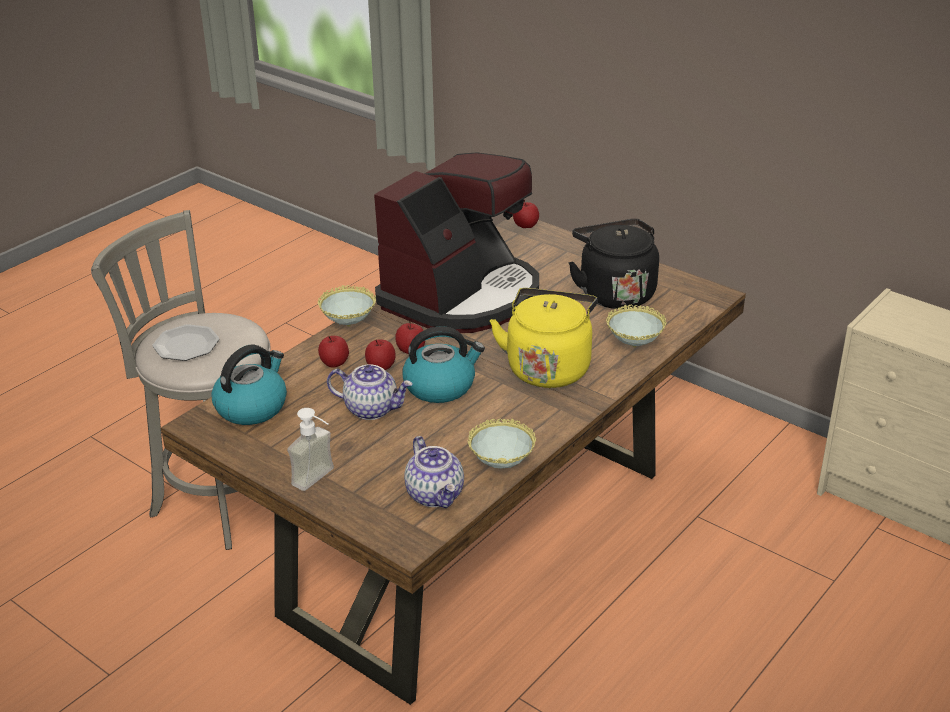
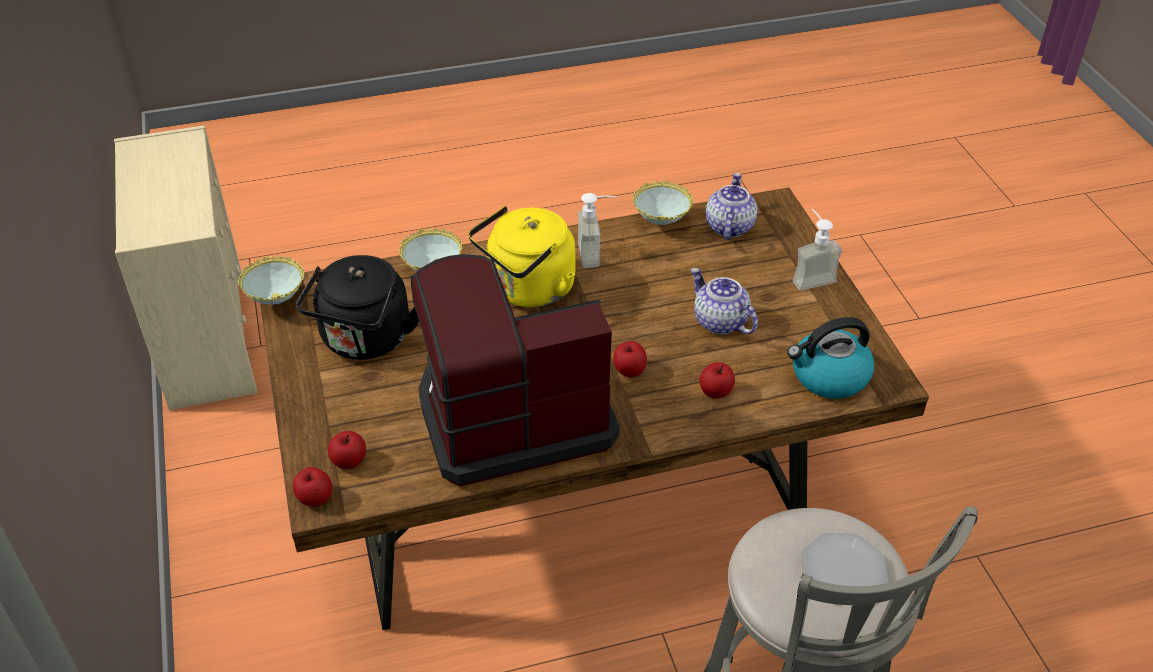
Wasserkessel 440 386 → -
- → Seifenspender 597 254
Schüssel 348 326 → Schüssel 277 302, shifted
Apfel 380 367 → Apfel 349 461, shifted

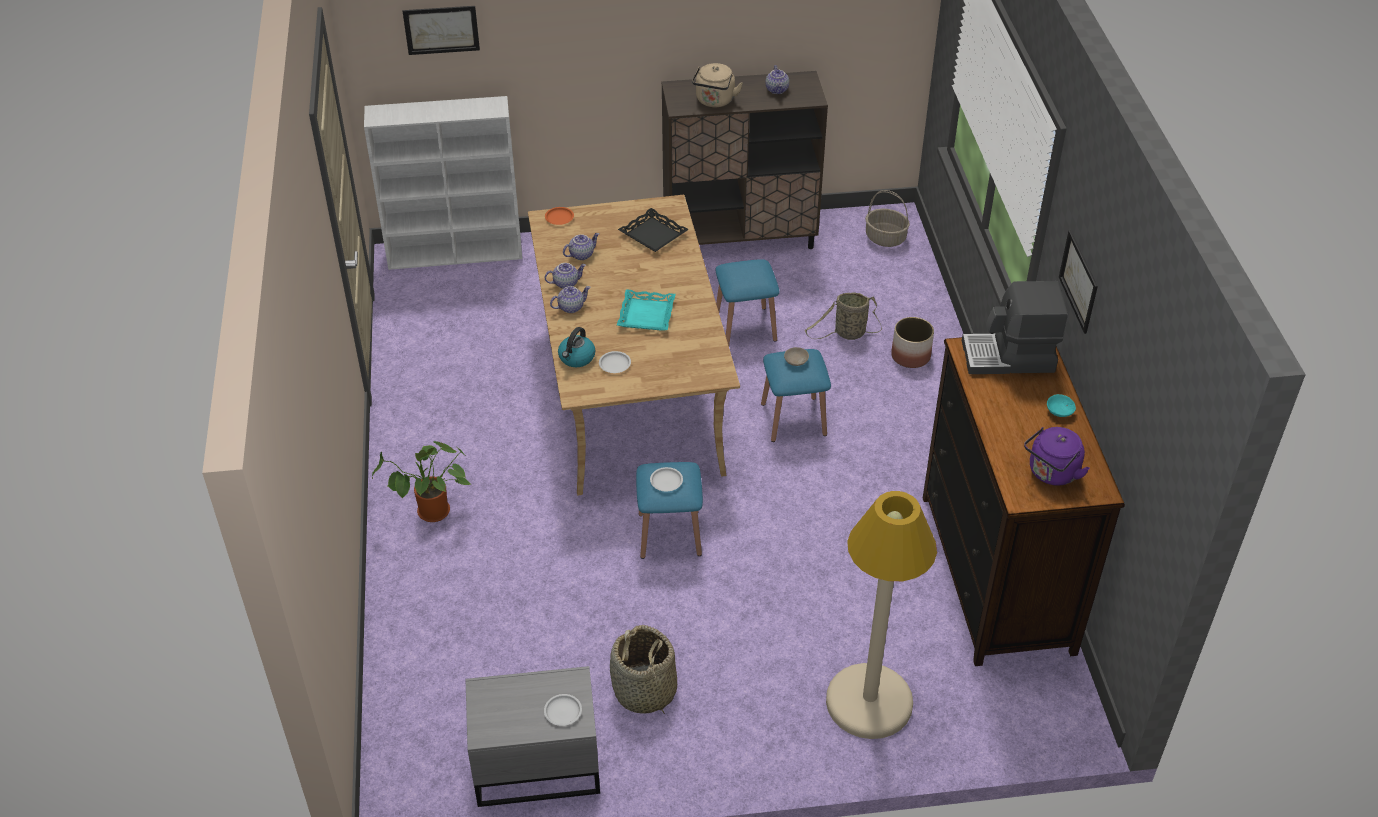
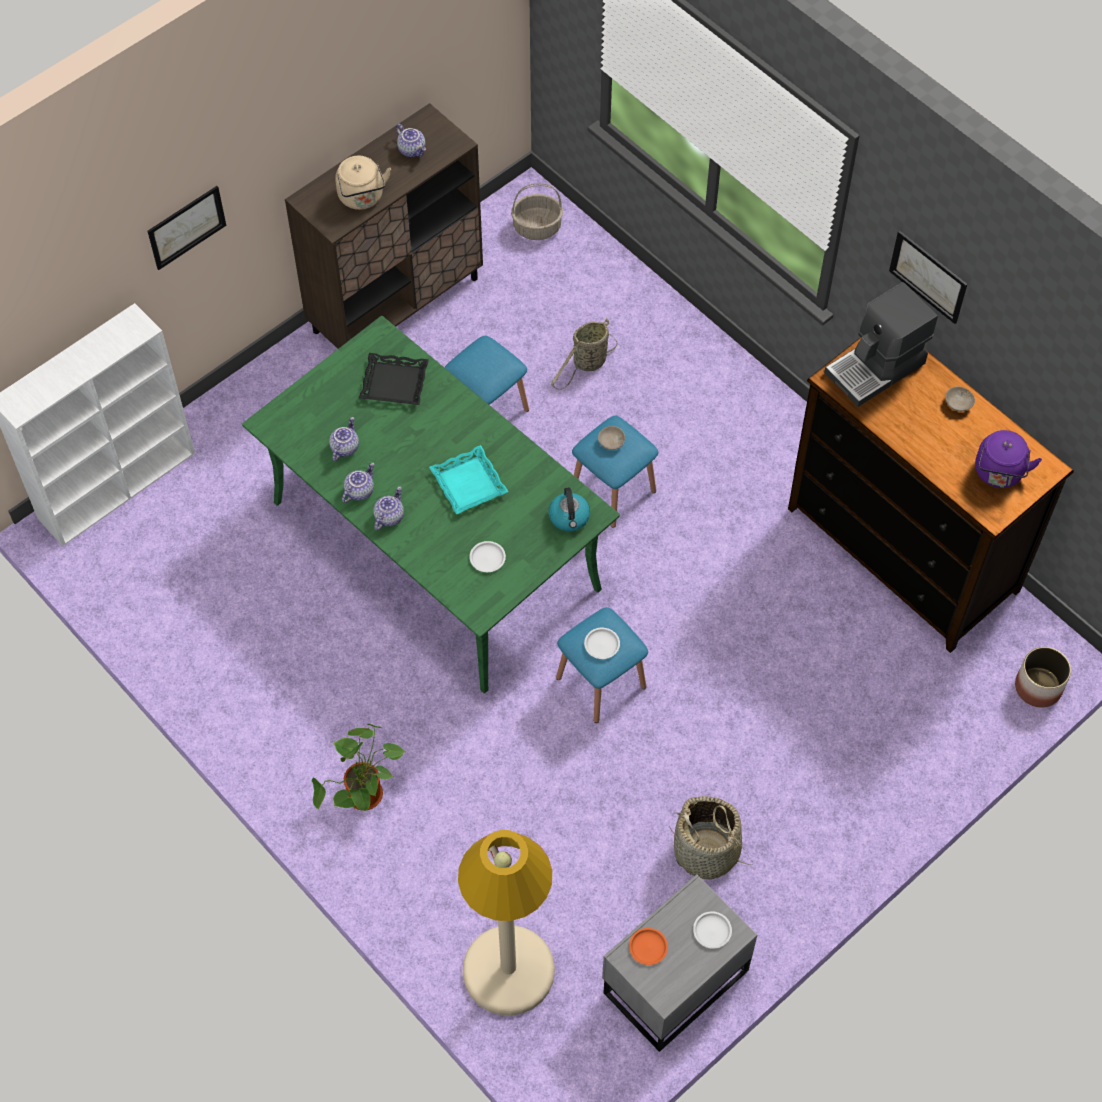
Bild 441 29 → Bild 186 227, shifted
Teller/orange 559 218 → Teller/orange 648 947, shifted
Wasserkessel 576 358 → Wasserkessel 569 517, shifted
Stehlampe/beige 869 702 → Stehlampe/beige 508 970, shifted
Pflanzkübel 910 356 → Pflanzkübel 1038 687, shifted
Esstisch/beige 629 388 → Esstisch/grün 434 546
Schüssel/türkis 1058 411 → Schüssel/beige 957 404

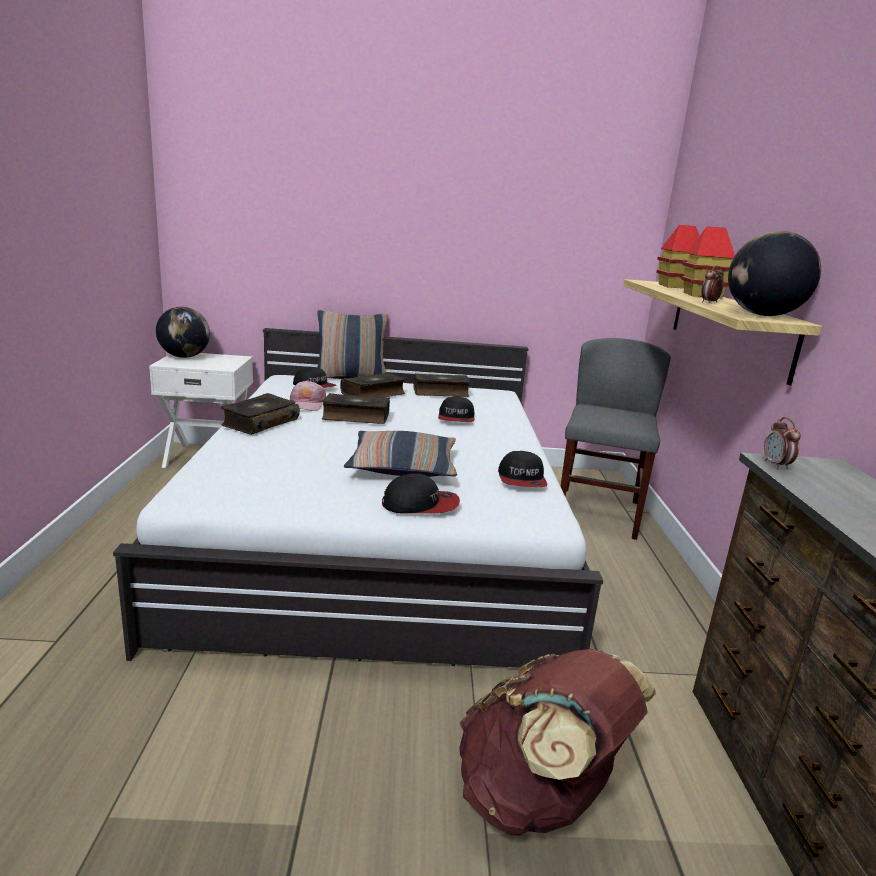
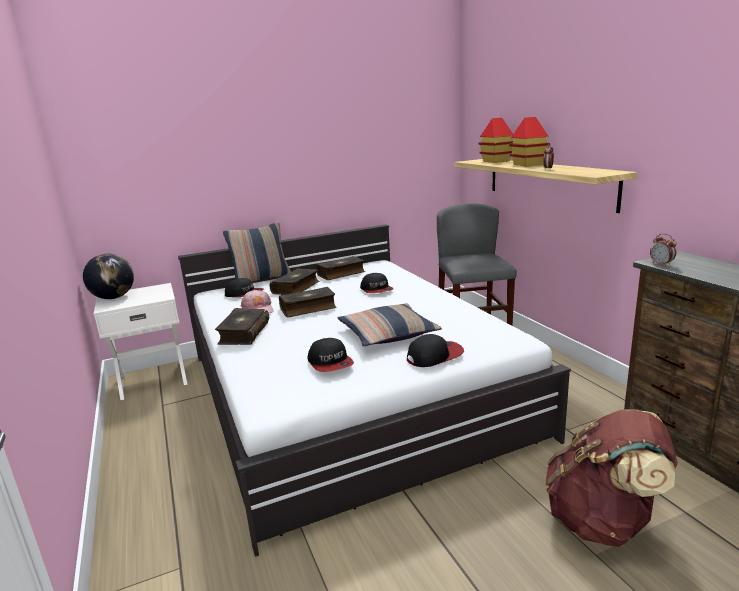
Globus 763 315 → -
Kappe 522 480 → Kappe 330 363, shifted

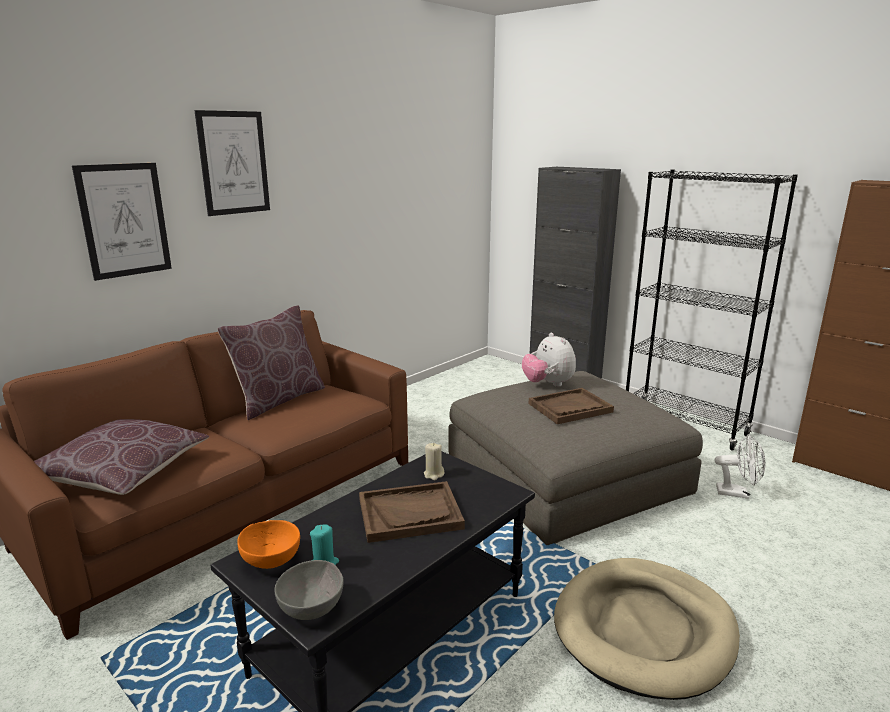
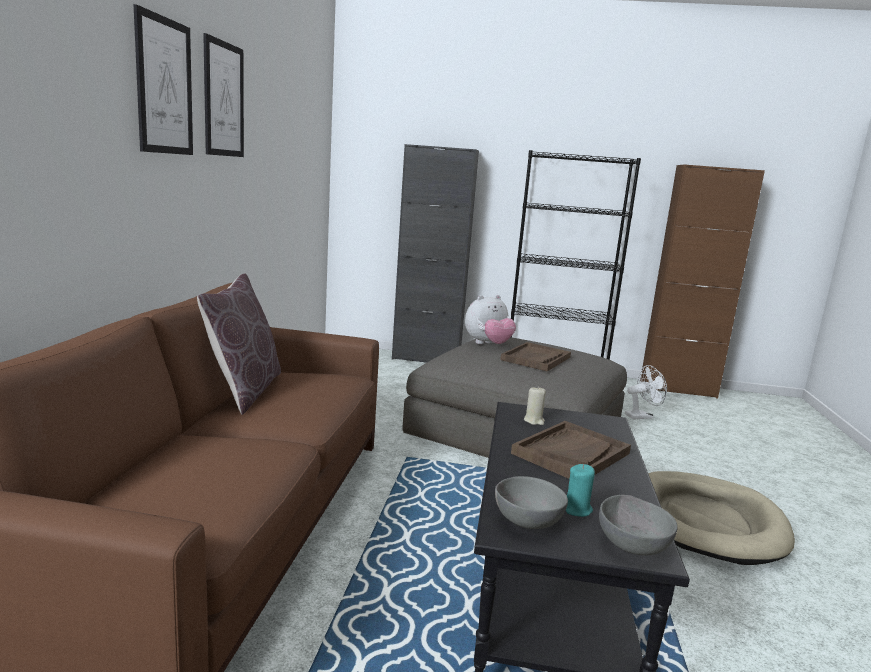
Kissen/braun 122 472 → -
Bild 124 220 → Bild 223 100, shifted
Schüssel/orange 271 559 → Schüssel/grau 525 521
Plüschtier 548 384 → Plüschtier 488 344, 60 degrees counterclockwise

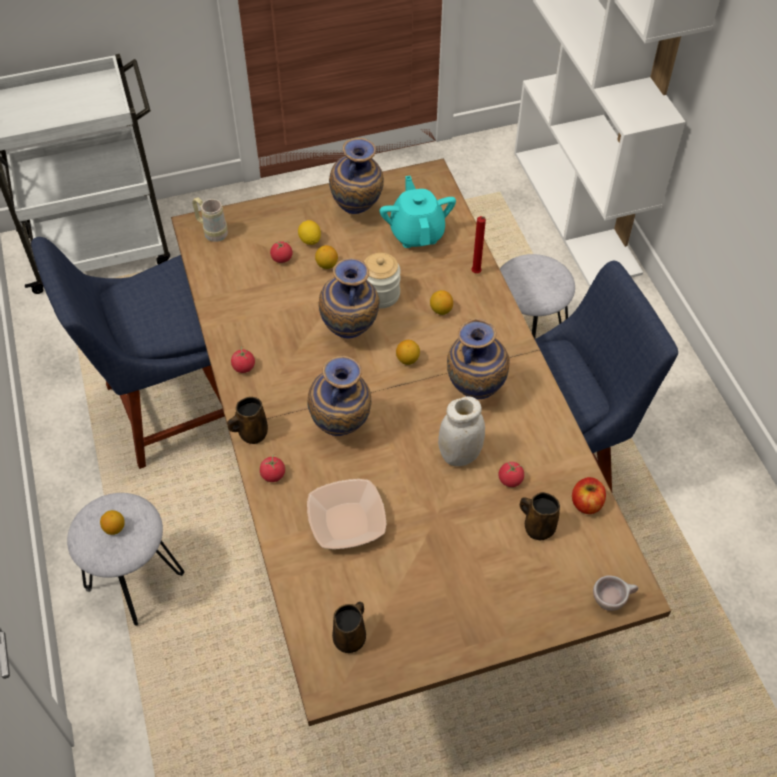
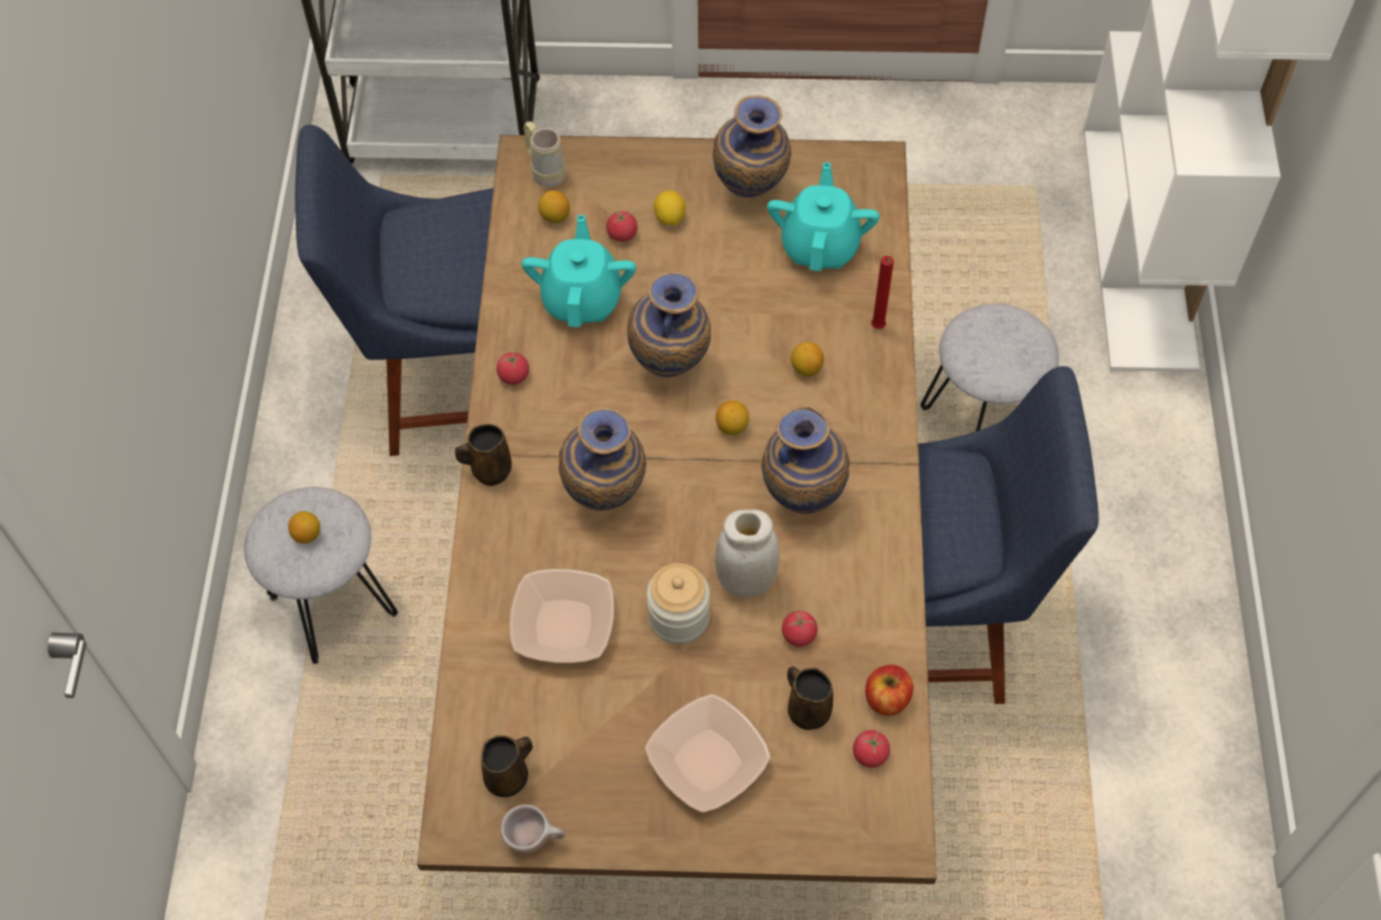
- → Teekanne/türkis 582 299
- → Schüssel 707 761
Tomate 273 475 → Tomate 870 754, shifted
Zitrone 327 265 → Zitrone 555 217, shifted
Vorratsglas 380 294 → Vorratsglas 679 618, shifted
Tasse/beige 612 600 → Tasse/beige 535 839, shifted

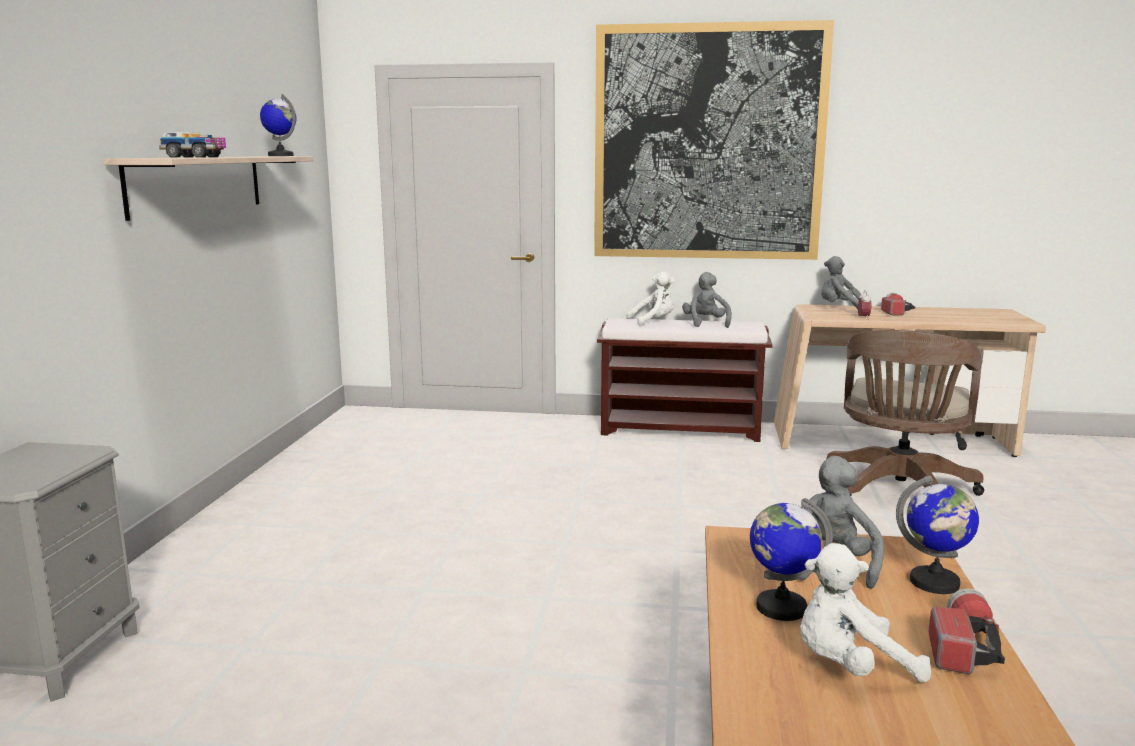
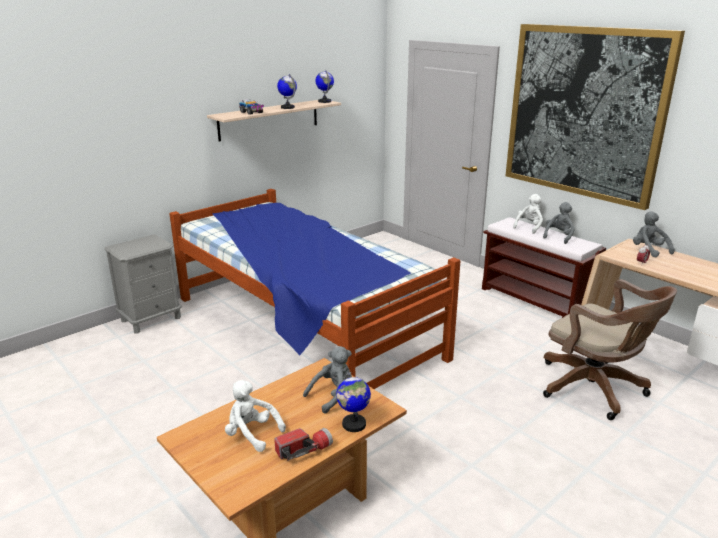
Taschenlampe 895 312 → -
- → Bett 303 328
Globus 780 607 → Globus 287 107, shifted
Plüschtier/weiß 653 322 → Plüschtier/weiß 529 227, 75 degrees counterclockwise
Bürostuhl/braun 898 493 → Bürostuhl/braun 596 389, 105 degrees counterclockwise

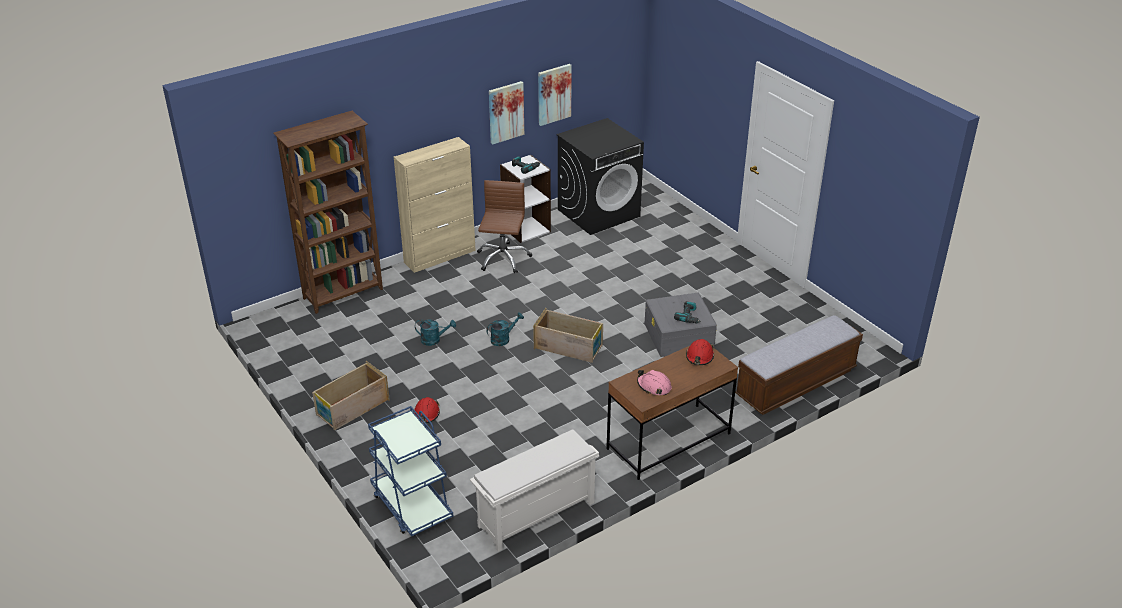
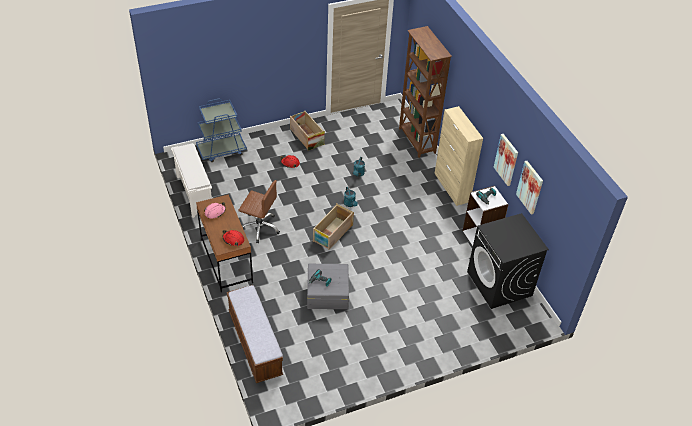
Bürostuhl/braun 503 258 → Bürostuhl/braun 260 227, shifted

